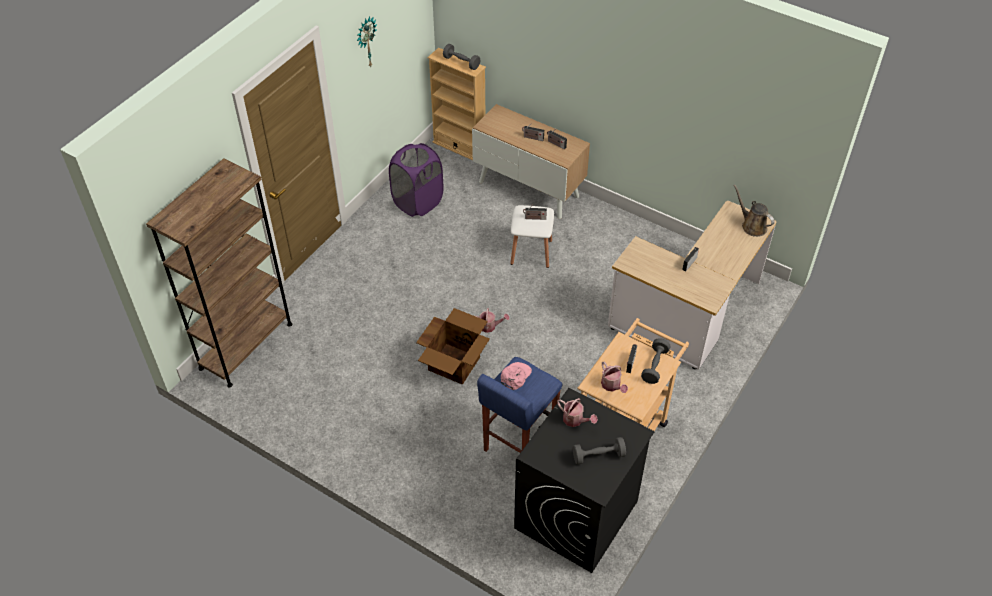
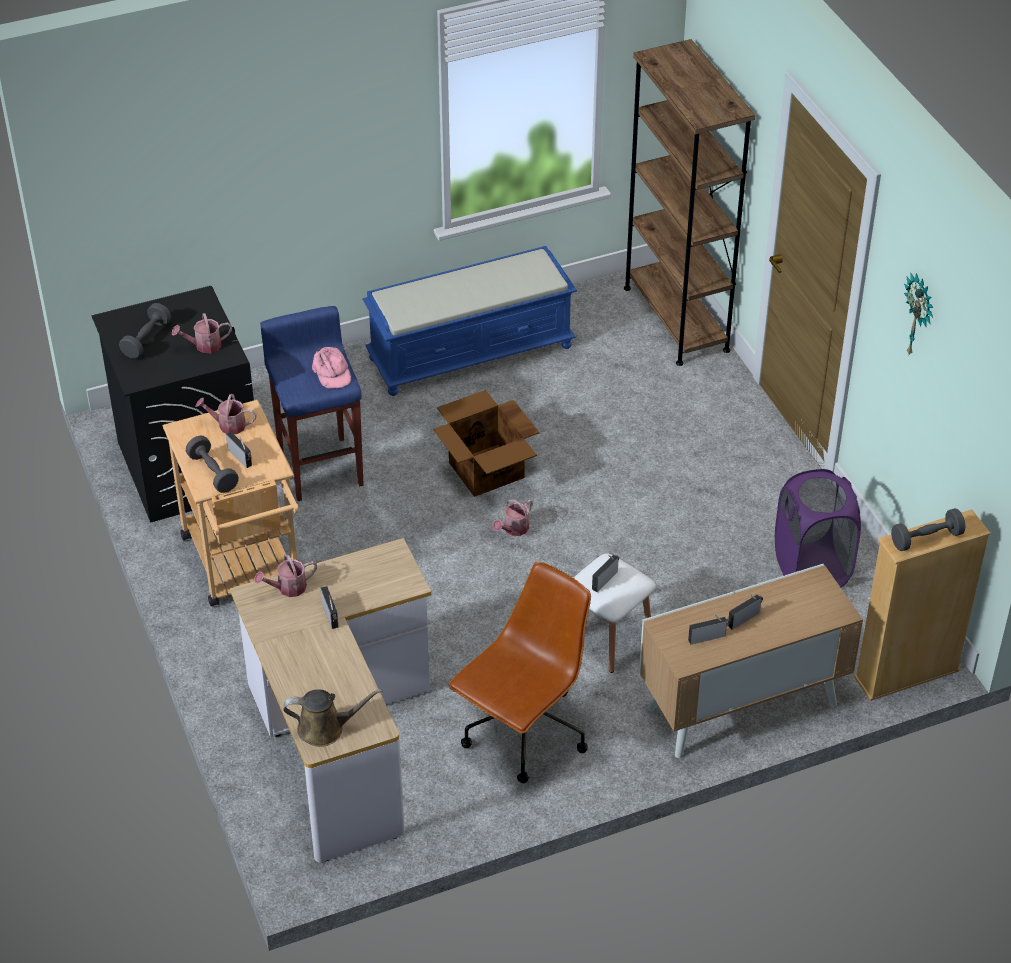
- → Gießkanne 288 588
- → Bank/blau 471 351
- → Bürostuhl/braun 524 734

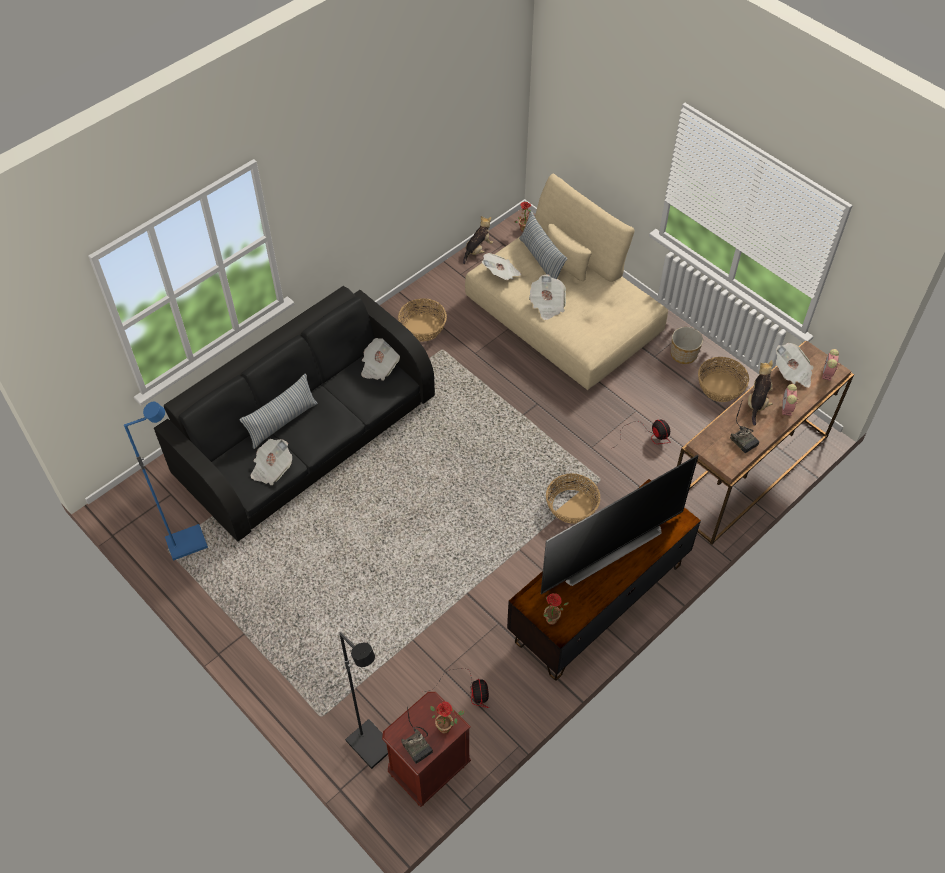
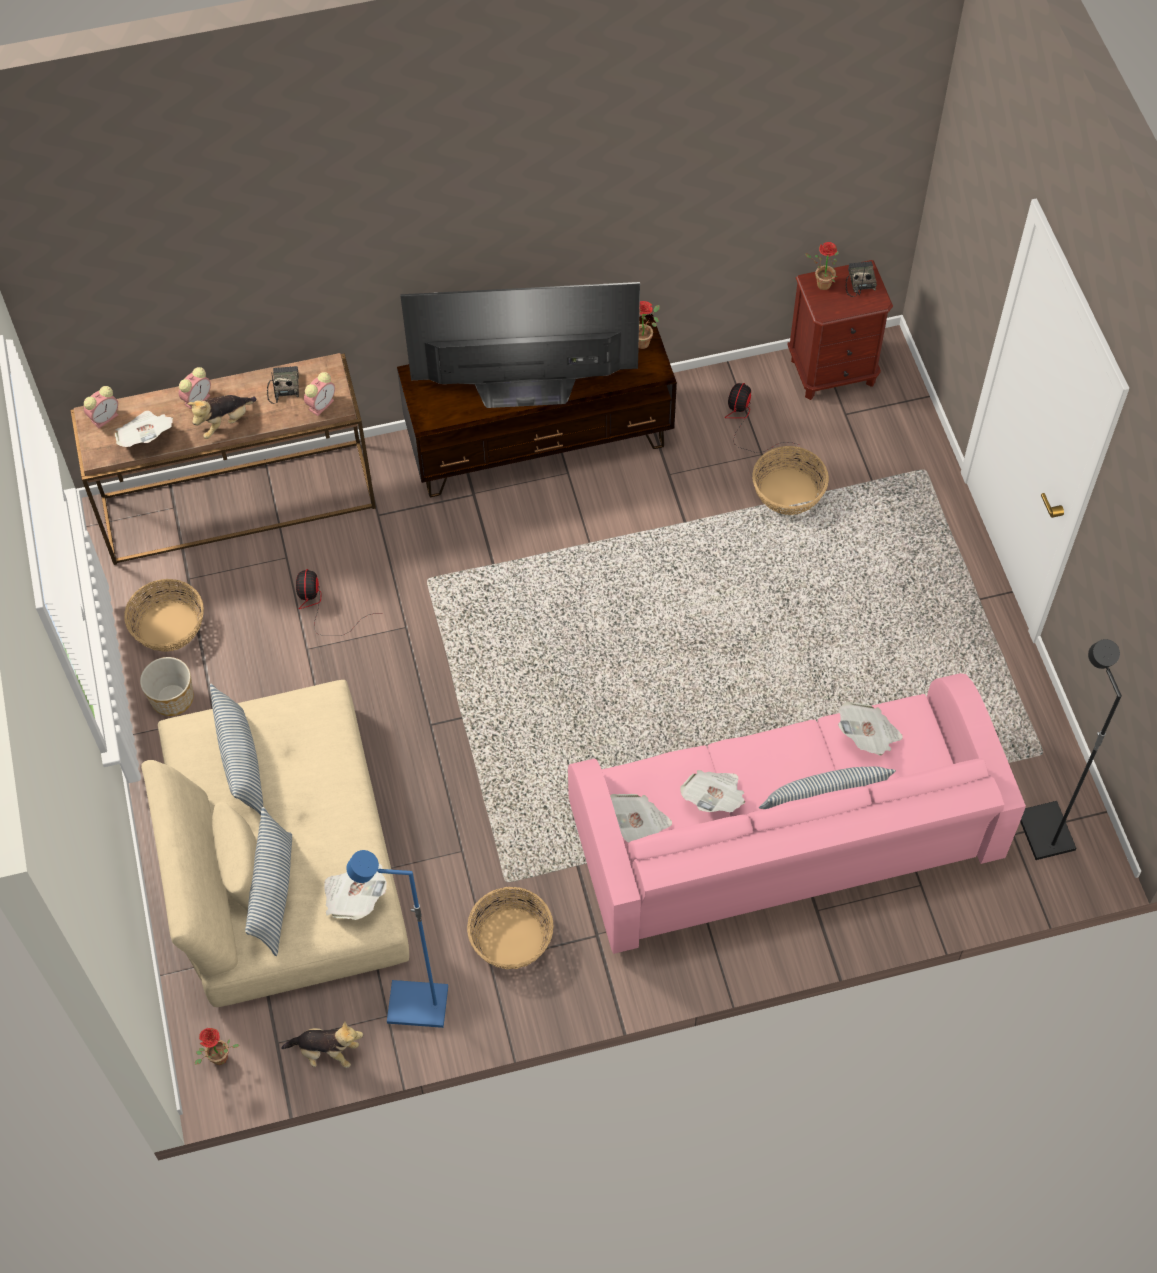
- → Kissen 241 763
- → Wecker 321 404
Stehlampe/blau 187 542 → Stehlampe/blau 416 1007, shifted
Stehlampe/schwarz 371 744 → Stehlampe/schwarz 1043 831, shifted
Zeitung 547 305 → Zeitung 714 798, shifted
Korb 572 506 → Korb 788 491, shifted
Sofa/schwarz 305 435 → Sofa/rosa 783 835
Plüschtier 478 250 → Plüschtier 326 1052, 150 degrees counterclockwise

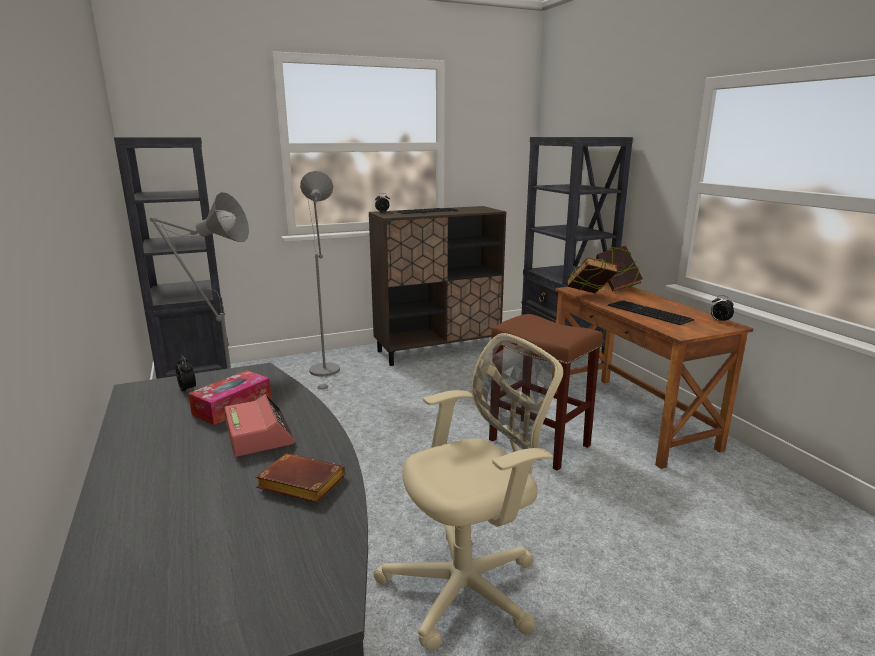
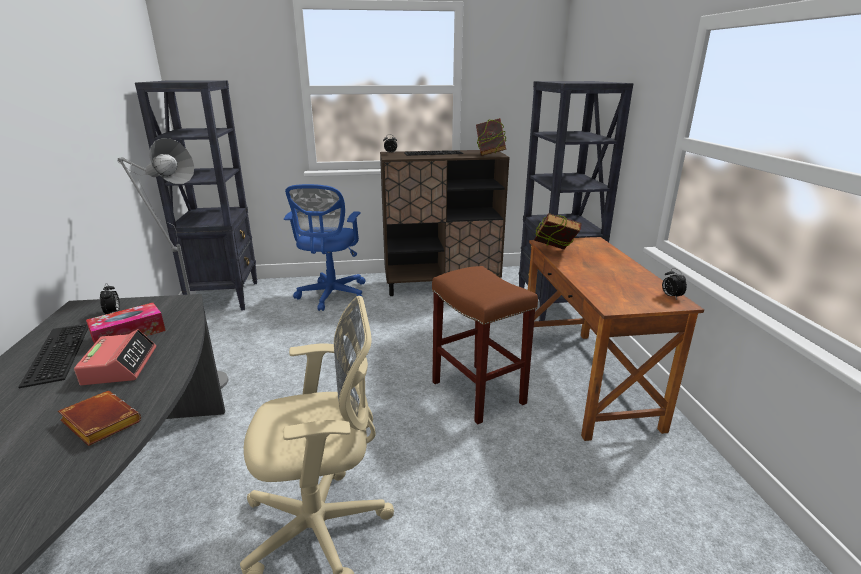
Buch 616 288 → Buch 490 154, shifted
Tastatur 647 312 → Tastatur 56 352, shifted
Stehlampe/grau 325 372 → Bürostuhl/blau 331 296

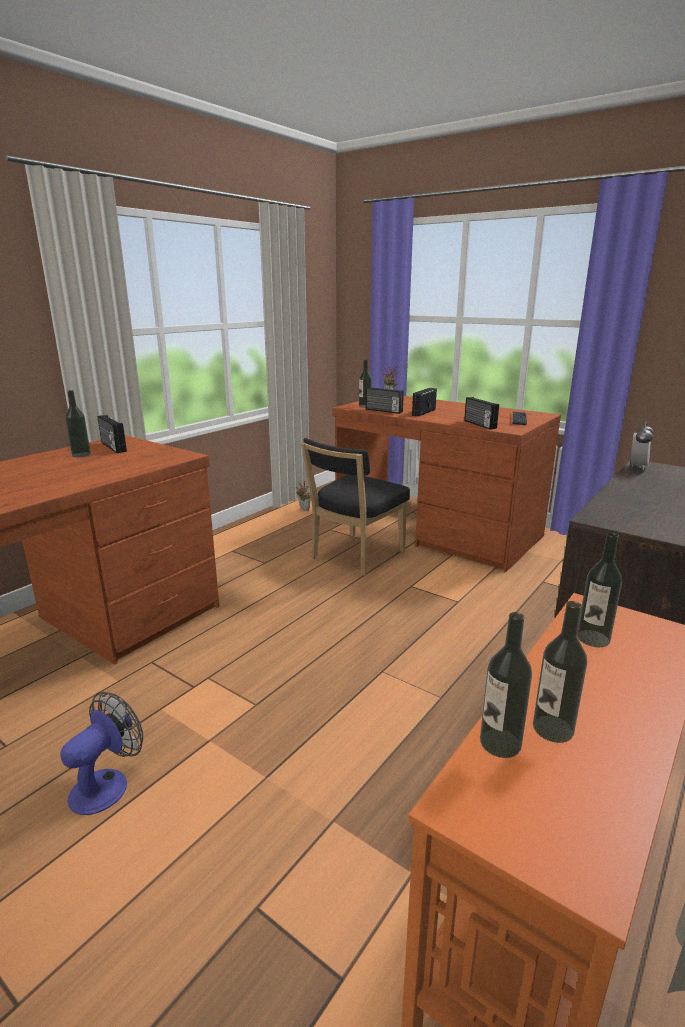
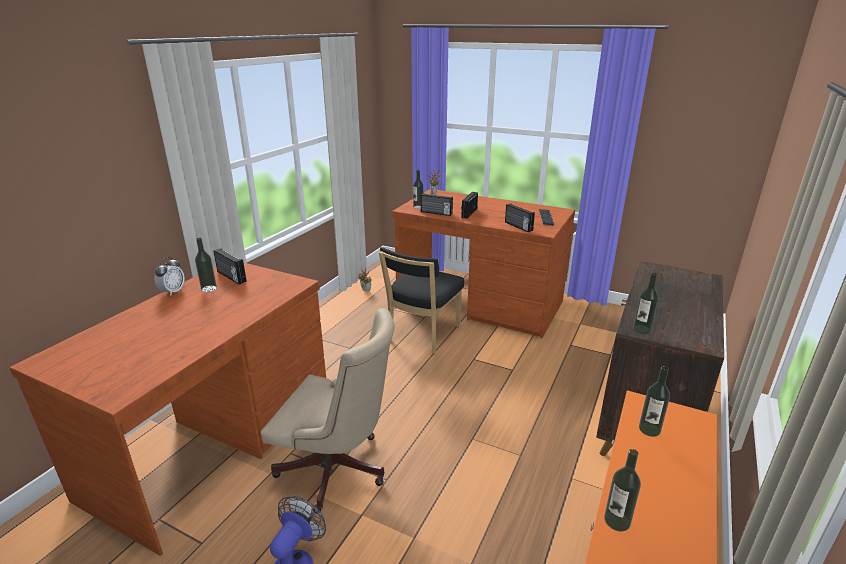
- → Bürostuhl/beige 338 471
Flasche 552 728 → Flasche 641 329, shifted
Wecker 637 467 → Wecker 172 291, shifted

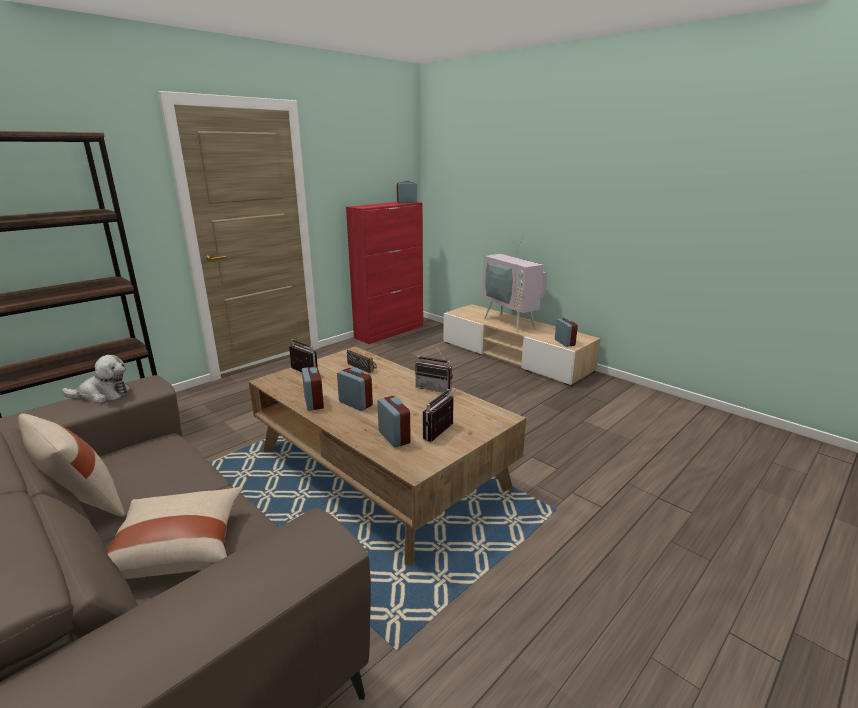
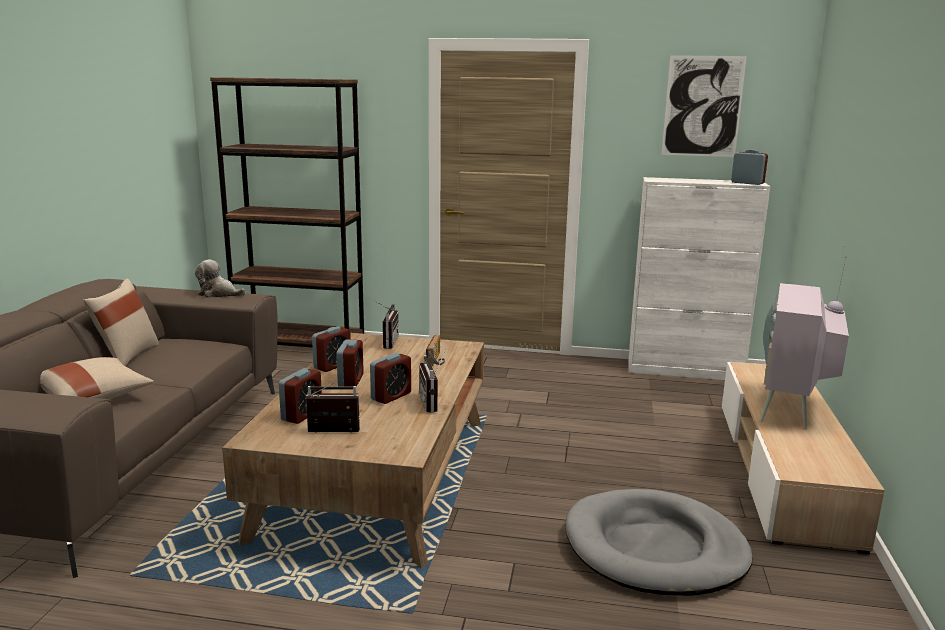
- → Hundebett/grau 655 548
- → Bild 702 106
Wecker 564 342 → Wecker 391 396, shifted
Schrank/rot 390 332 → Schrank/weiß 685 370
Plüschtier 102 395 → Plüschtier 219 294, 150 degrees clockwise

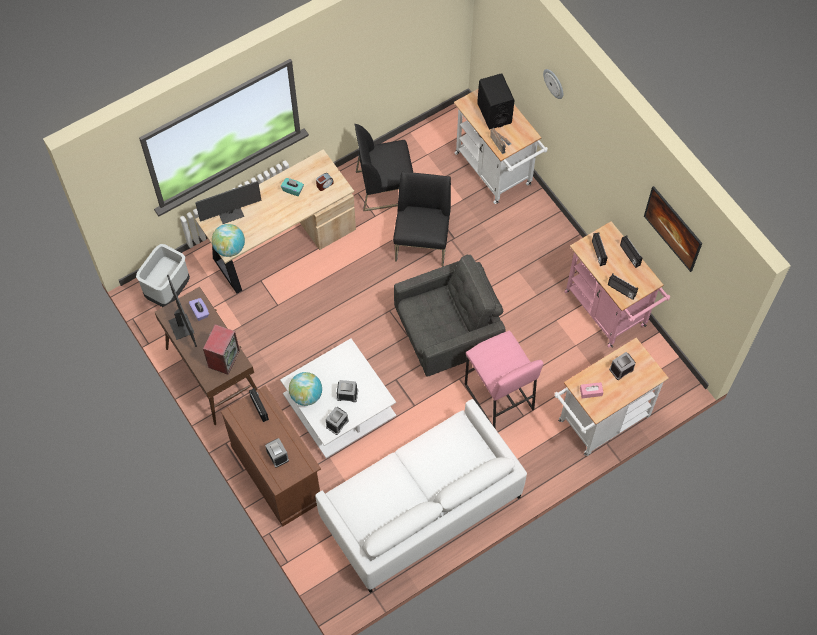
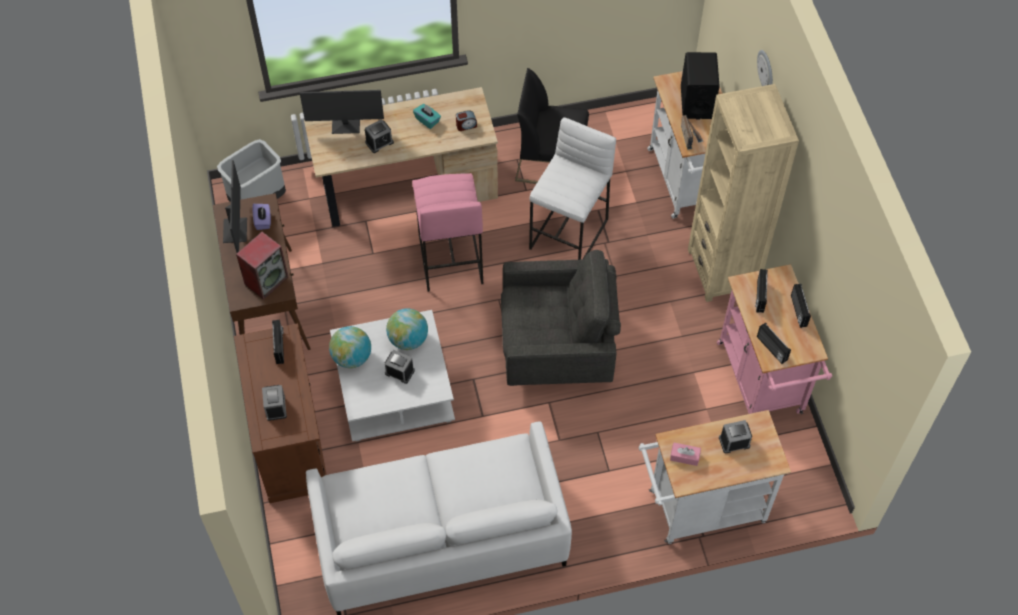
Bild 670 235 → -
- → Bücherregal/beige 723 270
Globus 230 248 → Globus 408 339, shifted
Wecker 337 423 → Wecker 379 142, shifted
Hocker/rosa 498 397 → Hocker/rosa 449 259, shifted
Stuhl/schwarz 422 241 → Hocker/weiß 569 234

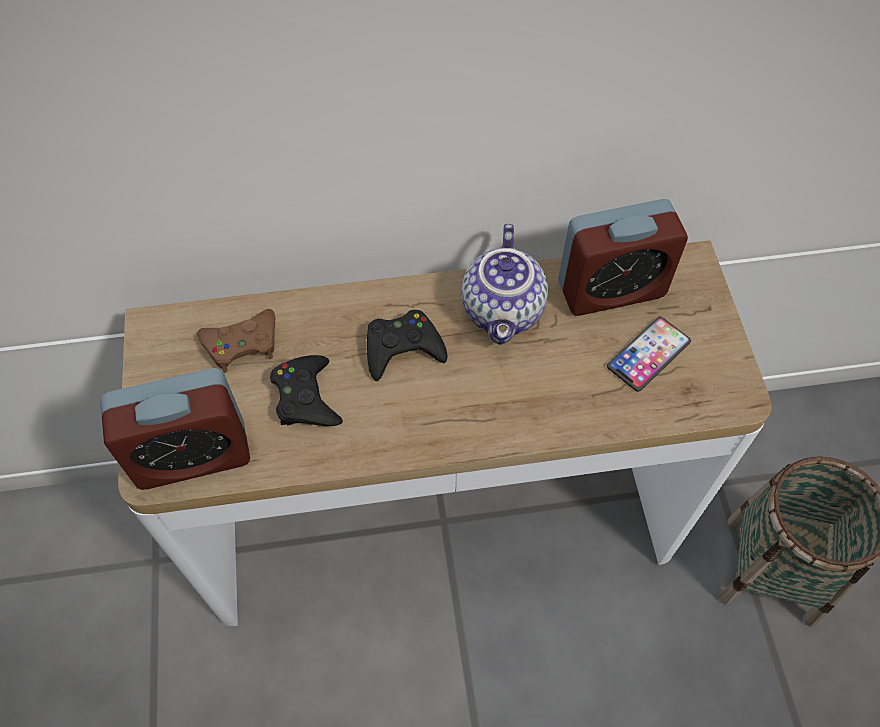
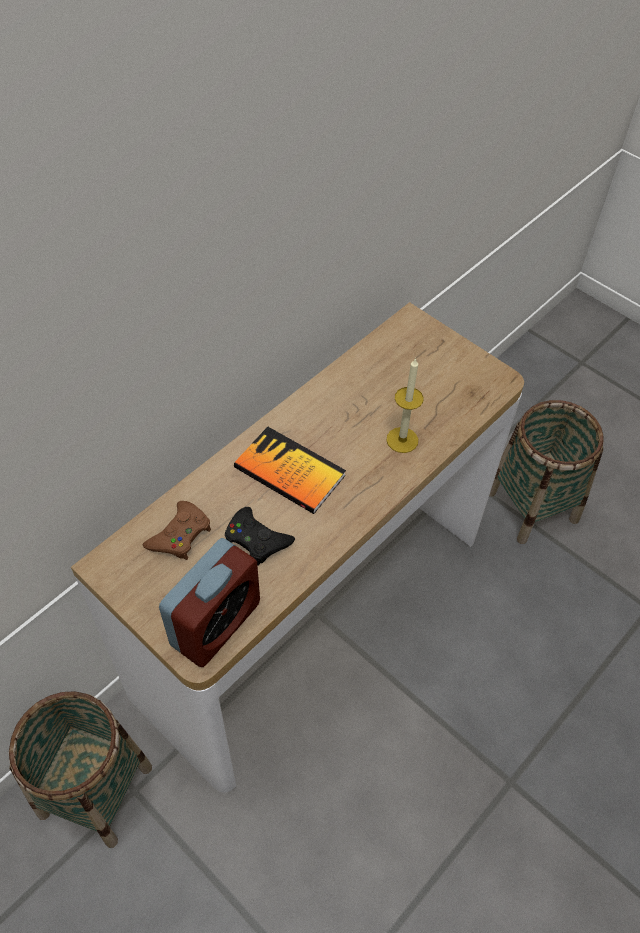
Teekanne 504 312 → -
Wecker 611 289 → -
Handy 648 354 → -
- → Korb 95 790
- → Kerze 402 440
Gamepad/schwarz 403 349 → Buch 289 472

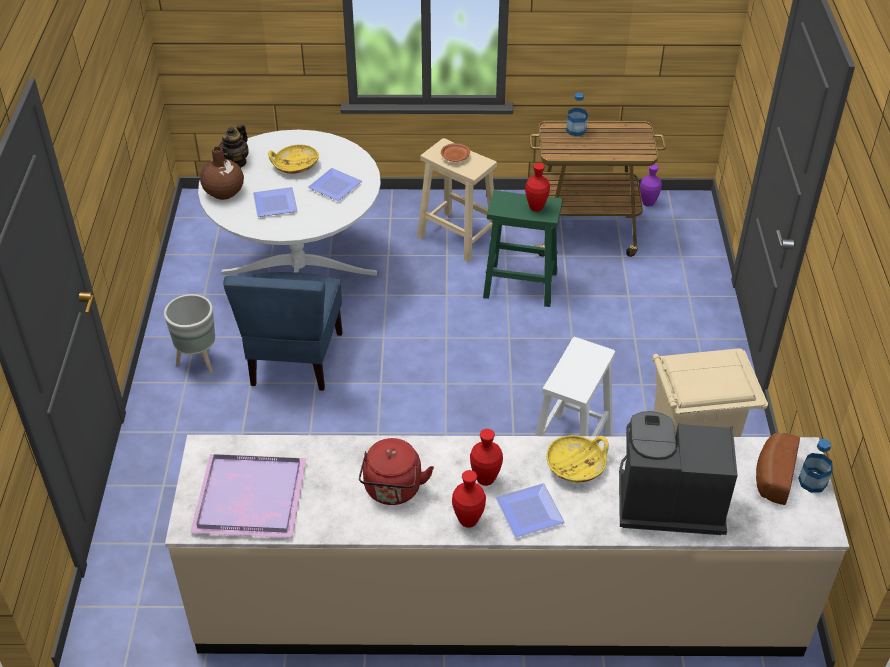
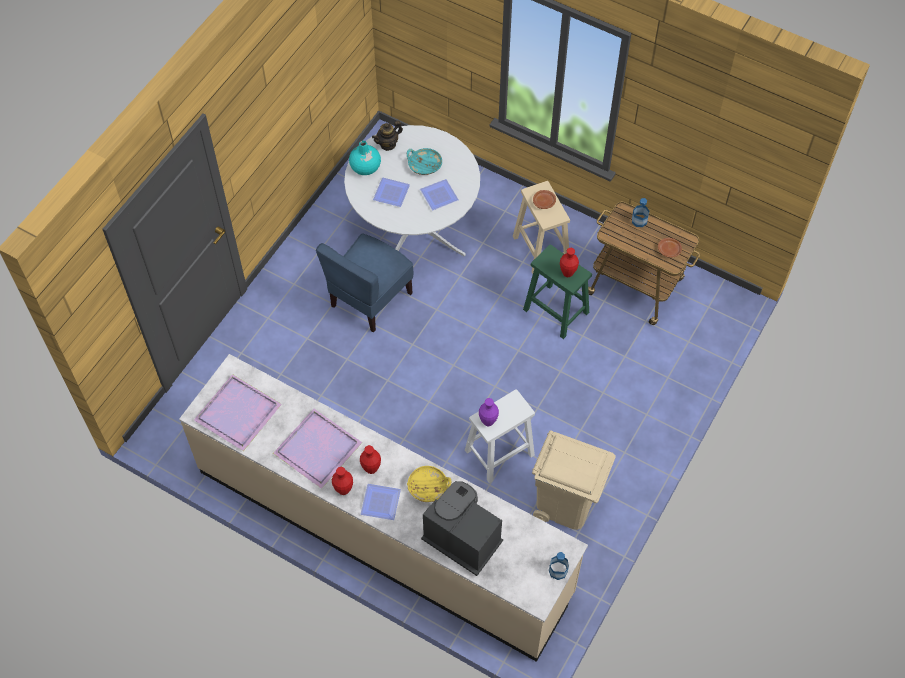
Pflanzkübel/grau 198 361 → -
Brot 772 476 → -
- → Teller/braun 669 250
Vase/lila 648 203 → Vase/lila 488 422, shifted
Wasserkessel/rot 393 491 → Tablett/lila 316 449
Vase/braun 224 192 → Vase/türkis 365 167
Schüssel/gelb 295 166 → Schüssel/türkis 424 165

